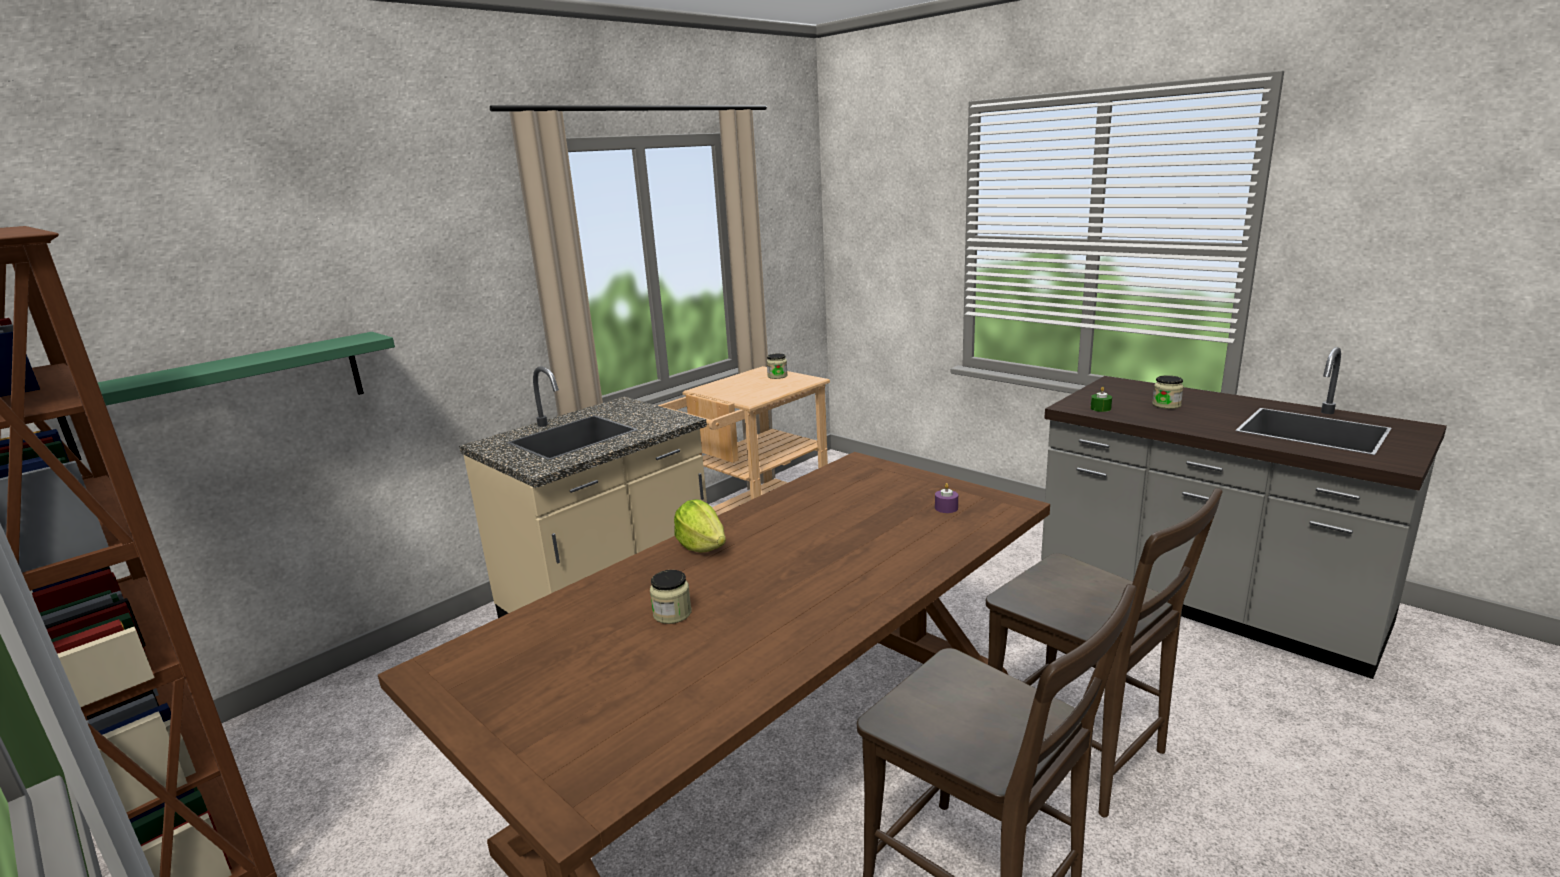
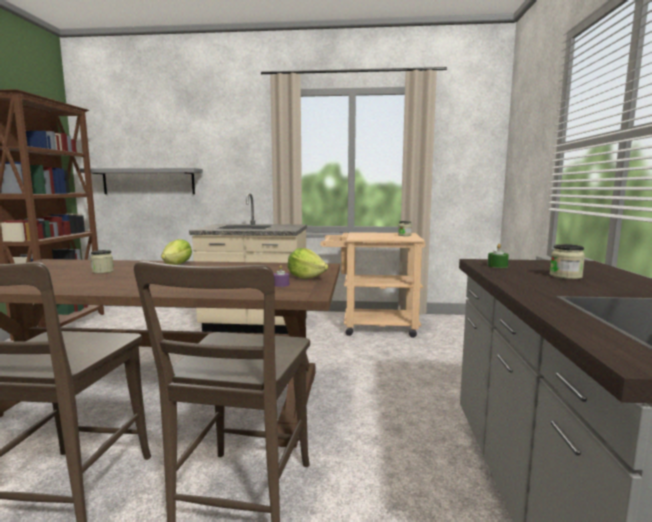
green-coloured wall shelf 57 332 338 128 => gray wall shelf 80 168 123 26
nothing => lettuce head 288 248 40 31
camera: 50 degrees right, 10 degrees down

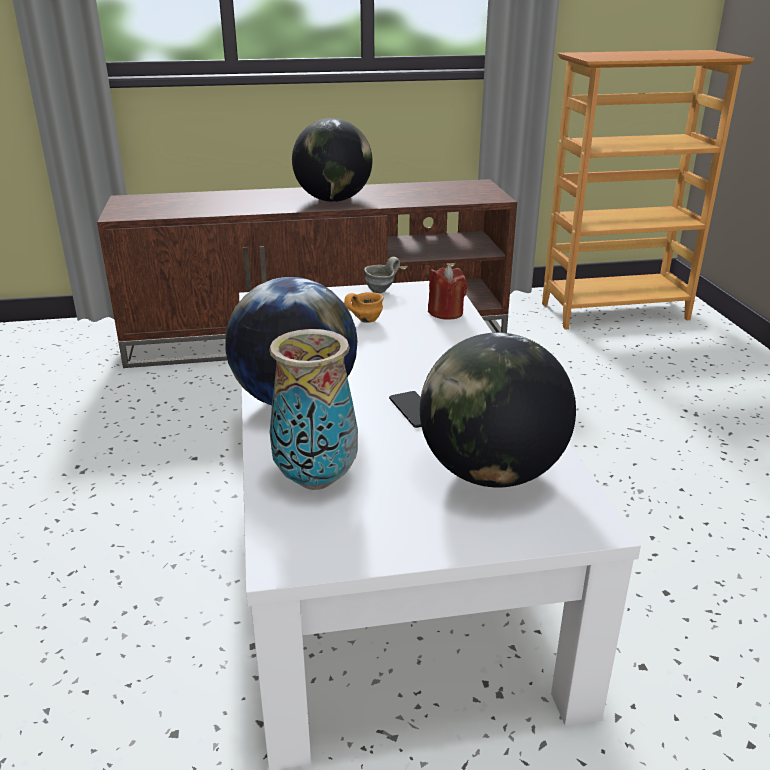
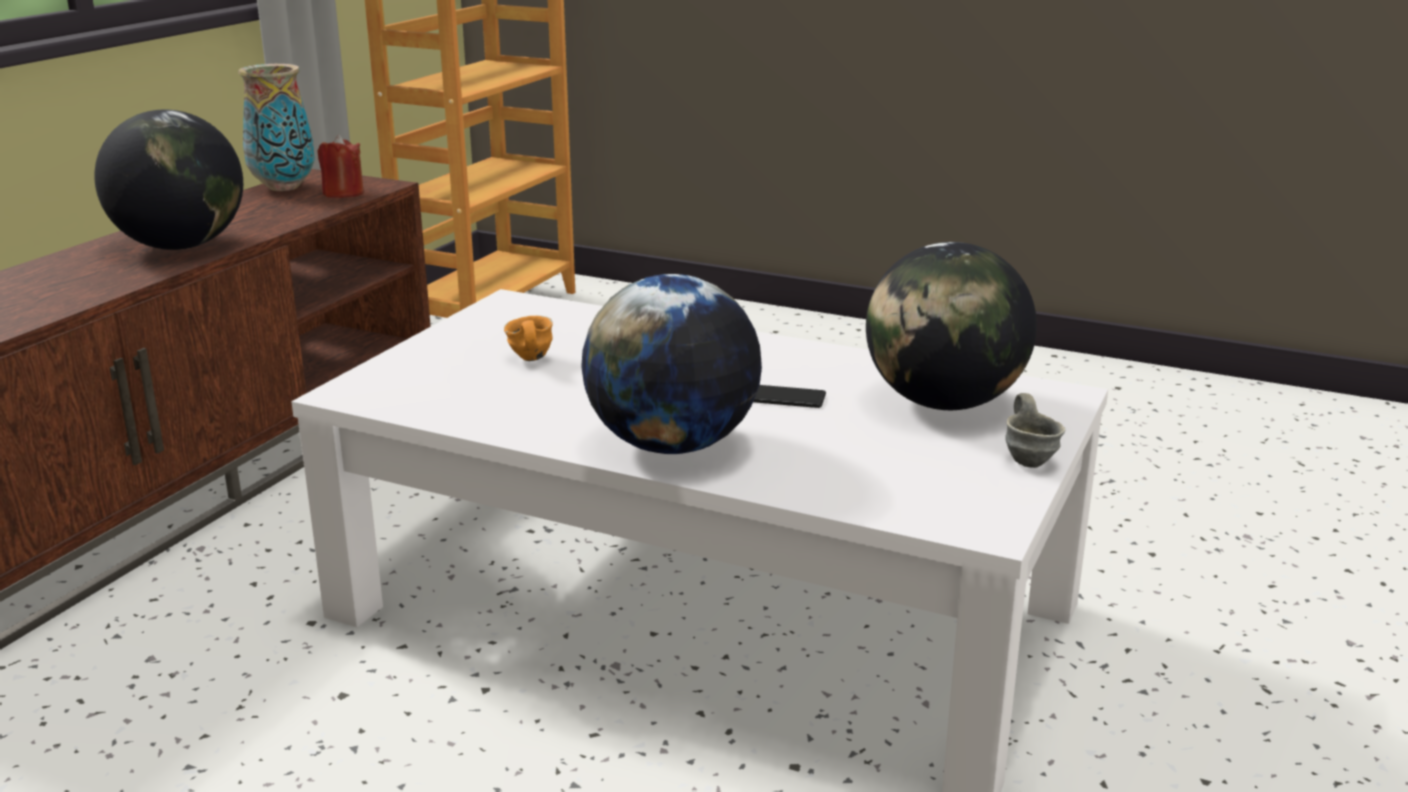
decorative vase 269 329 89 161 => decorative vase 238 64 77 127, shifted
reddish candle 428 266 39 54 => reddish candle 318 135 46 63, shifted
gray coffee mug 364 257 36 36 => gray coffee mug 1006 393 59 75, shifted
camera: 55 degrees left, 5 degrees down

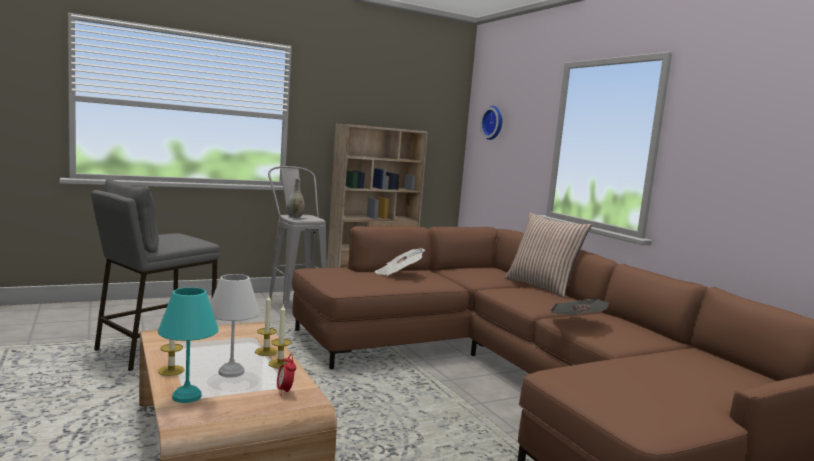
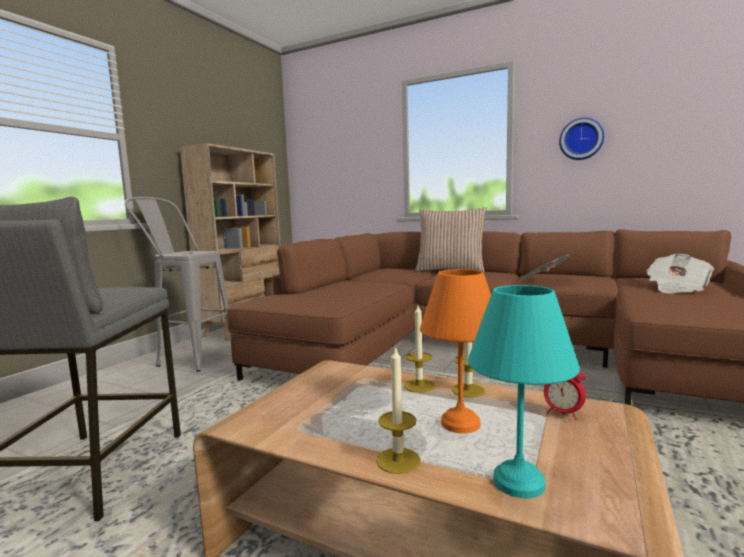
whitish tabletop lamp 210 274 50 104 => orange tabletop lamp 420 269 71 164
clock on the wall 480 106 22 34 => clock on the wall 559 118 45 42, shifted
printed paper 375 248 50 28 => printed paper 646 254 68 40, shifted
gray decorative vase 287 178 18 40 => nothing
camera: 35 degrees left, 0 degrees up

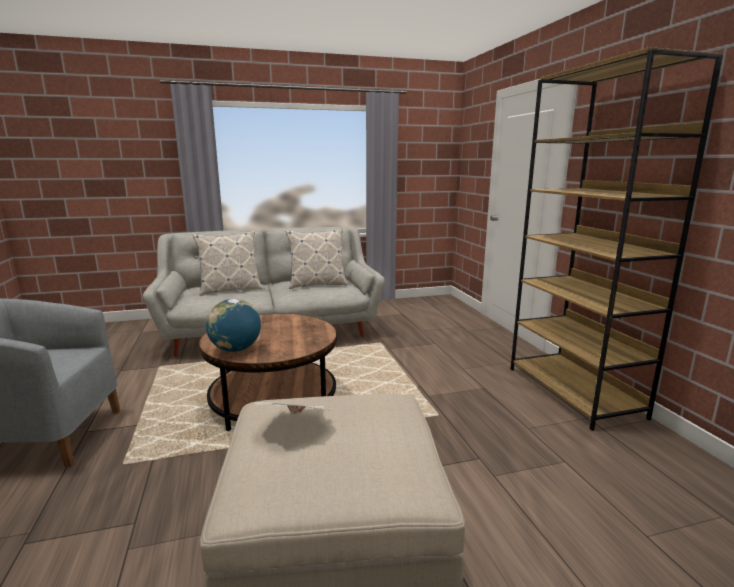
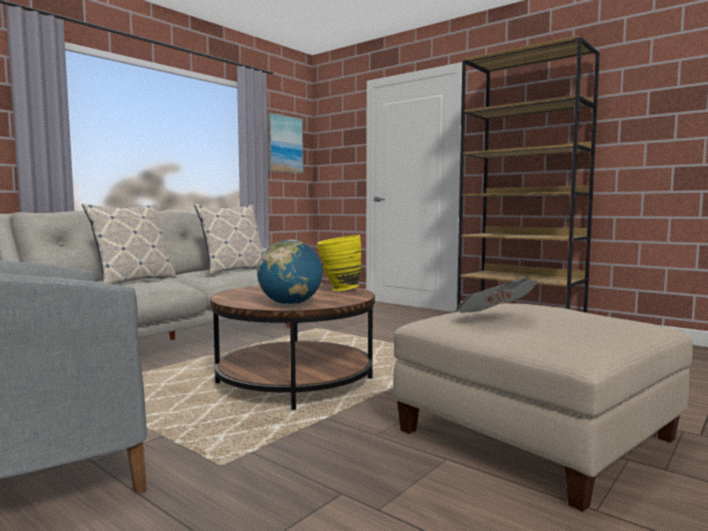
nothing => wall art 267 112 36 62
nothing => yellow decorative vase 317 235 44 56
camera: 35 degrees left, 10 degrees down

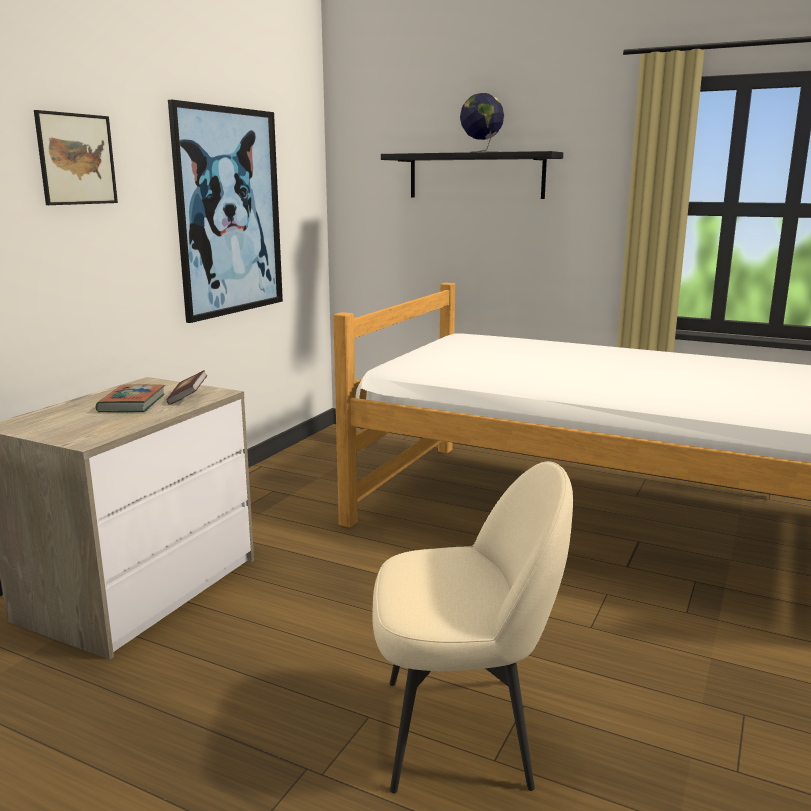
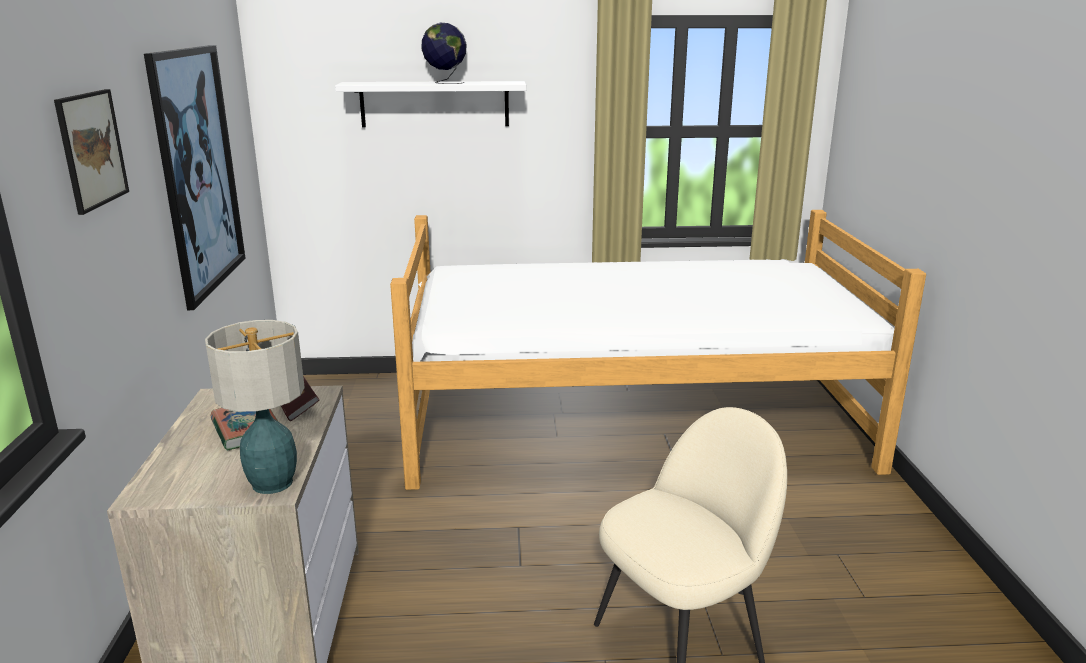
nothing => tabletop lamp 205 320 100 174
black wall shelf 381 151 182 48 => whitish wall shelf 335 81 191 46
camera: 30 degrees left, 5 degrees up

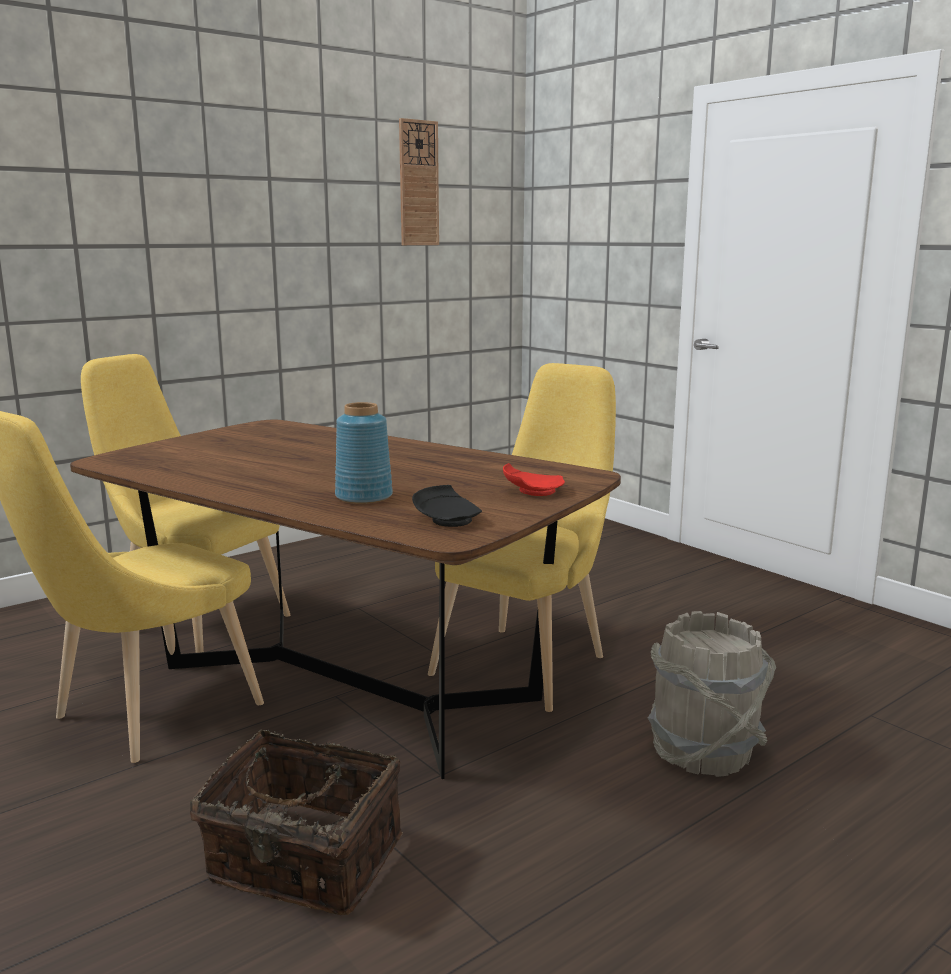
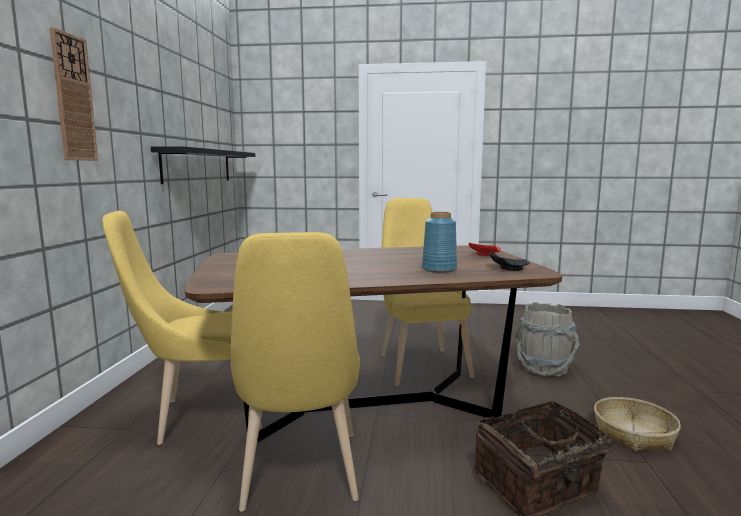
clock on the wall 399 118 40 127 => clock on the wall 50 27 48 134, shifted
nothing => black wall shelf 151 146 104 38
nothing => basket 594 397 87 55
camera: 45 degrees left, 5 degrees down

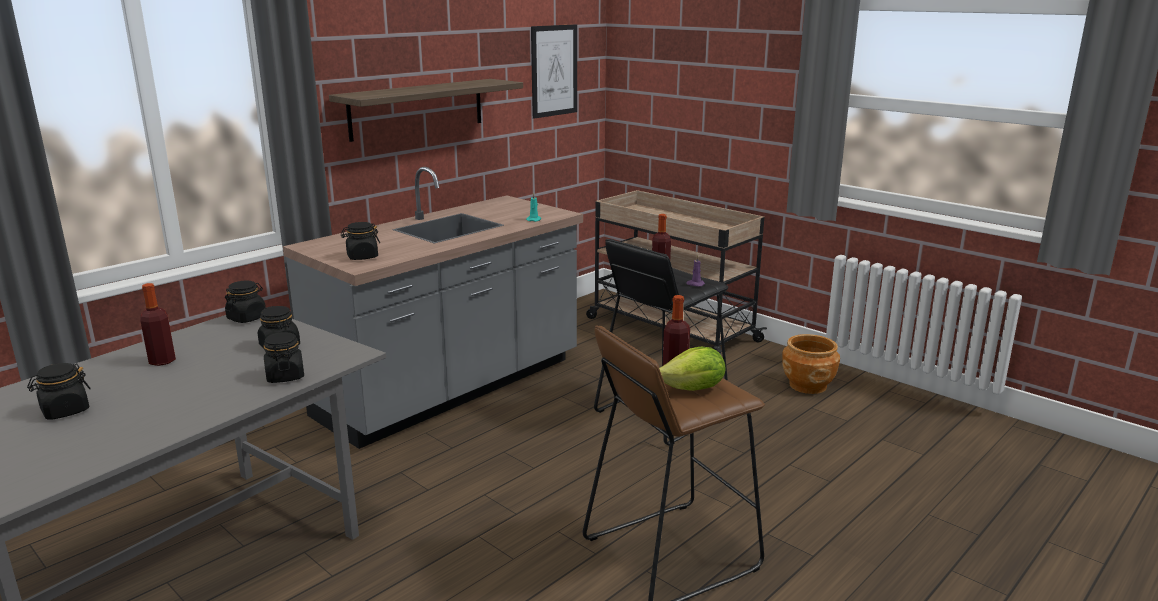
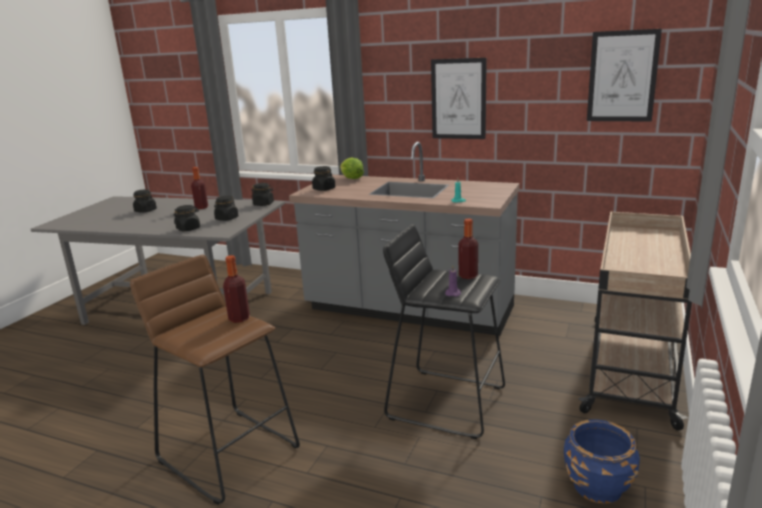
lettuce head 659 347 66 44 => lettuce head 340 158 24 21, shifted
wall shelf 329 79 194 63 => wall art 431 58 56 81
brown flower pot 782 334 58 60 => blue flower pot 564 419 76 84
camera: 70 degrees right, 0 degrees up

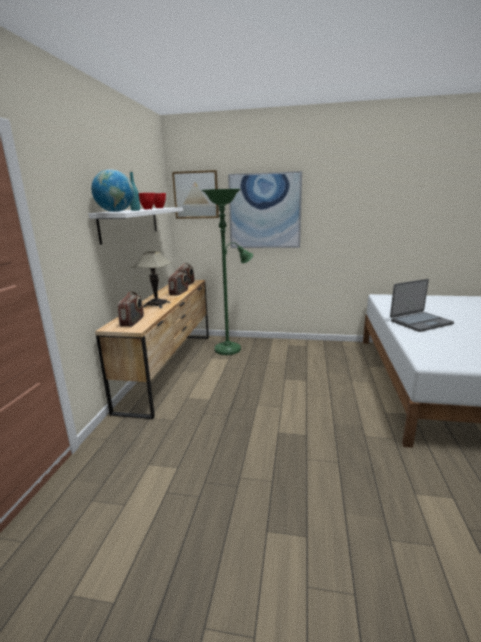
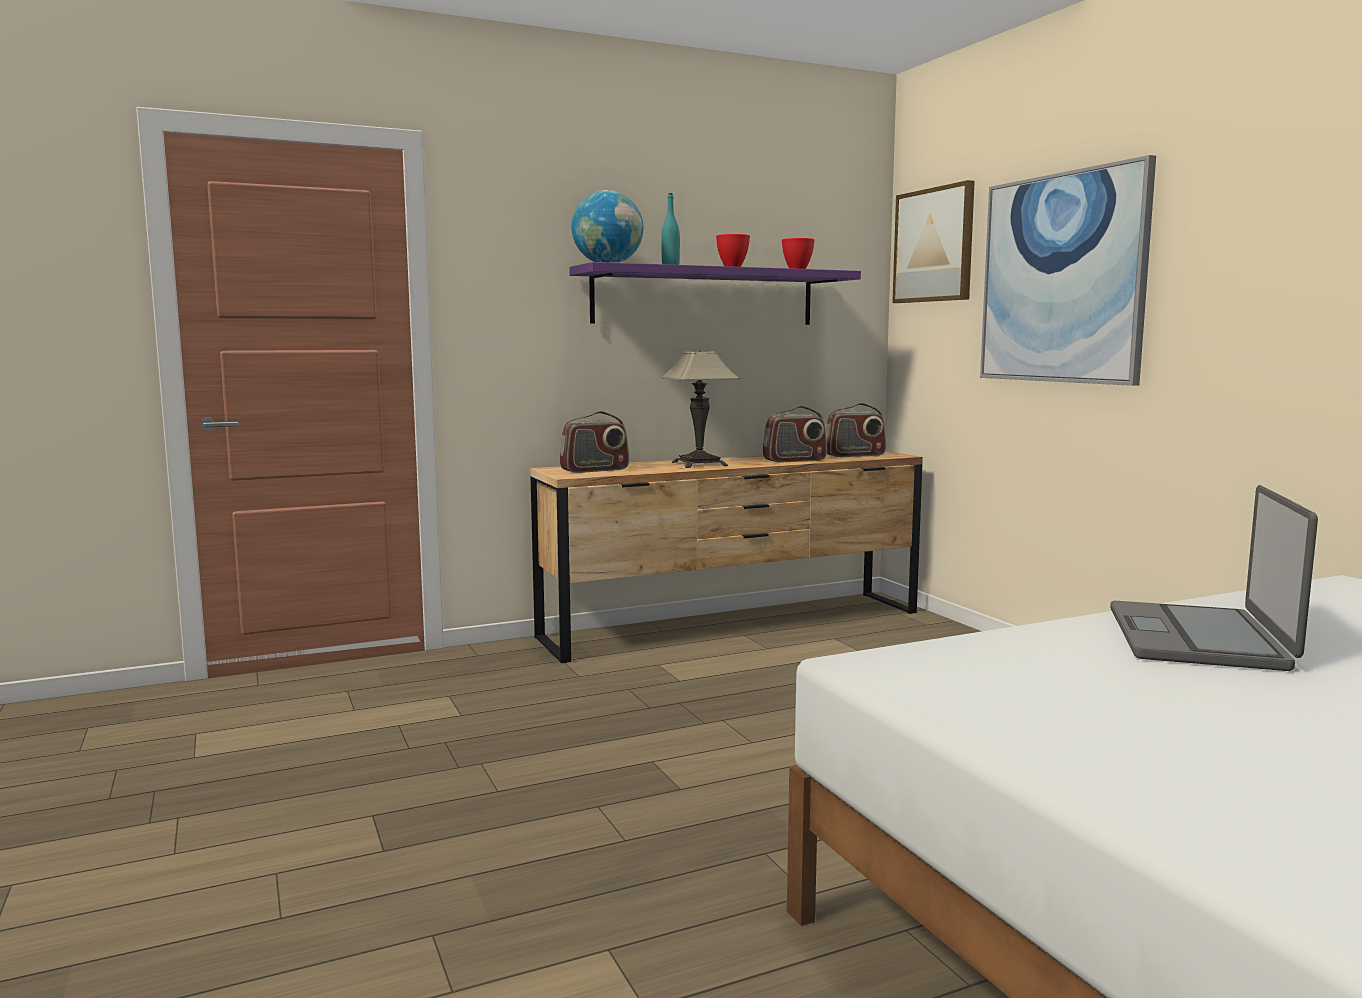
whitish wall shelf 89 207 94 38 => purple-coloured wall shelf 569 262 292 63
laptop 390 279 64 53 => laptop 1110 485 208 186, 75 degrees clockwise
green-coloured standard lamp 201 189 52 166 => nothing
camera: 55 degrees right, 10 degrees down

